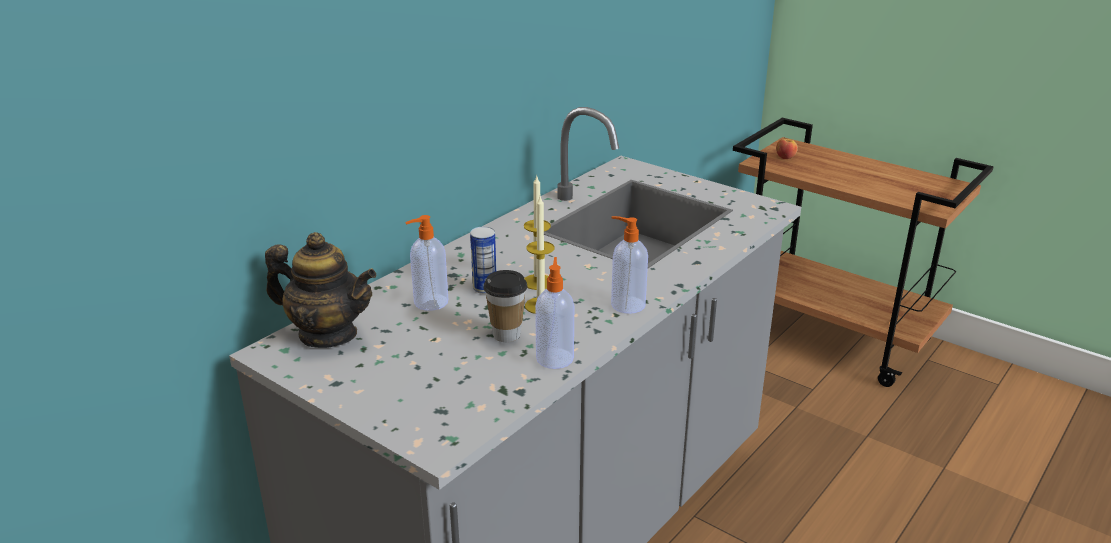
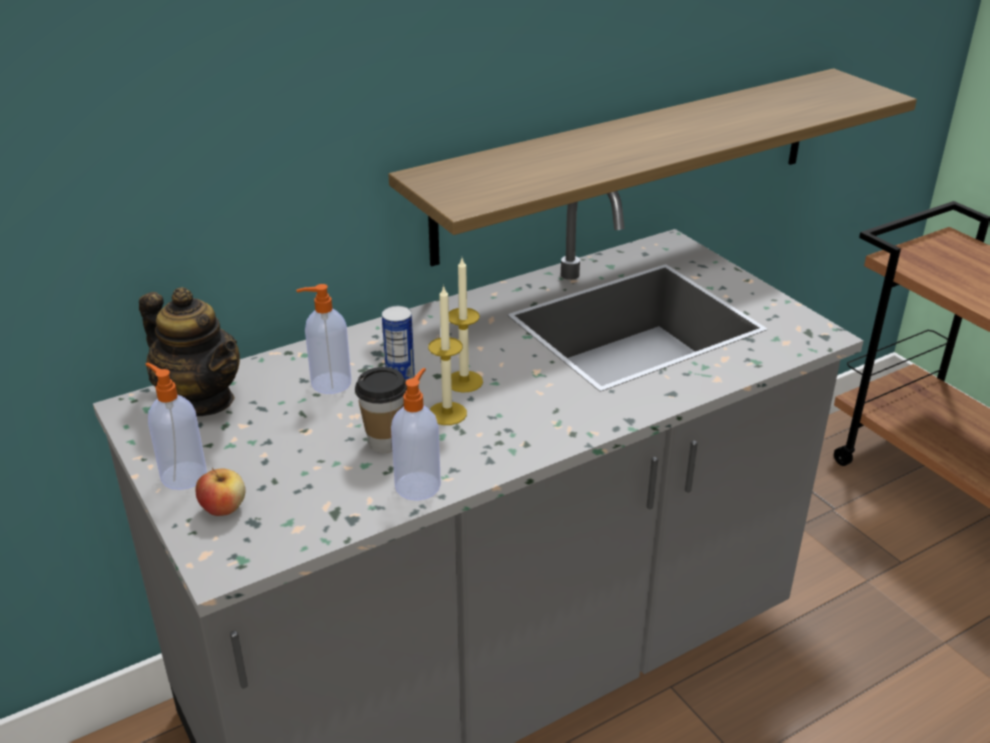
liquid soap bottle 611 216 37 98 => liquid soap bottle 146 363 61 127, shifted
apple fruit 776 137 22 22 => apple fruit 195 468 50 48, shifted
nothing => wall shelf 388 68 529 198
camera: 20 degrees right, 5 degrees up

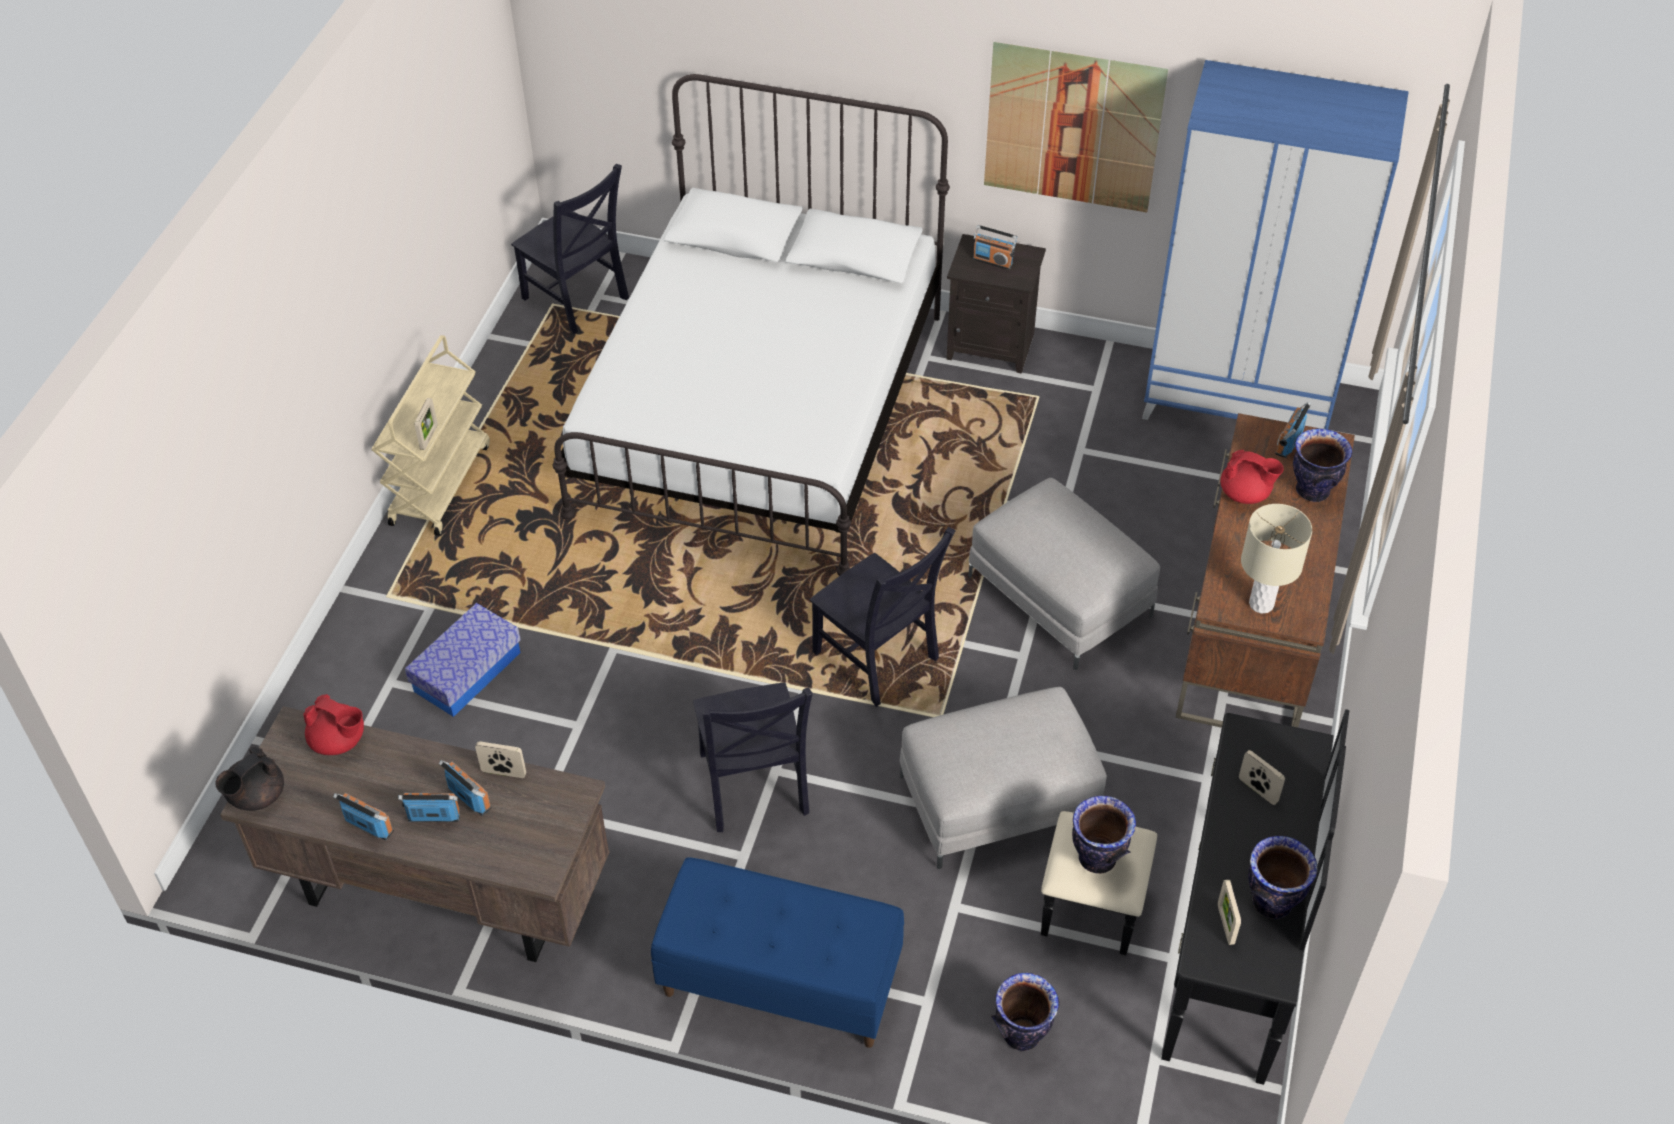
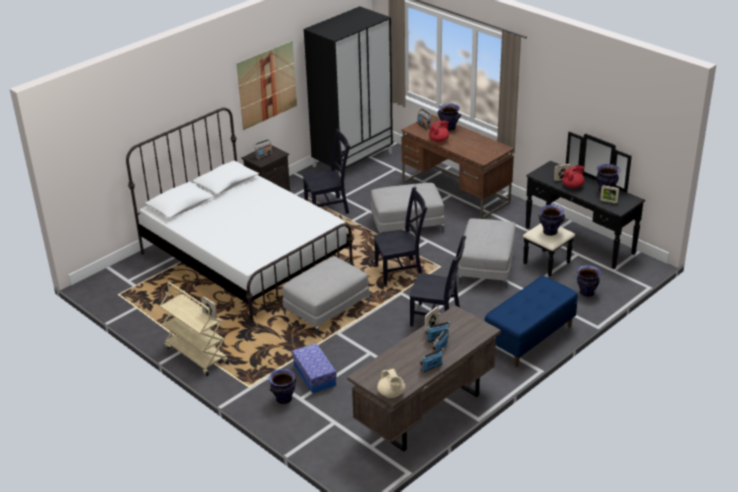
nothing => decorative vase 269 369 27 35
nothing => gray footrest 282 256 87 79
black chair 511 164 118 170 => black chair 303 129 47 85, shifted
blue clothes cupboard 1142 60 267 369 => black clothes cupboard 304 6 89 171
black pot for tea 215 747 69 64 => beige-coloured pot for tea 377 369 28 29
reddish pot for tea 303 694 61 61 => reddish pot for tea 562 165 23 23, shifted
beige-coloured tabletop lamp 1241 504 71 110 => nothing
camera: 60 degrees left, 15 degrees down

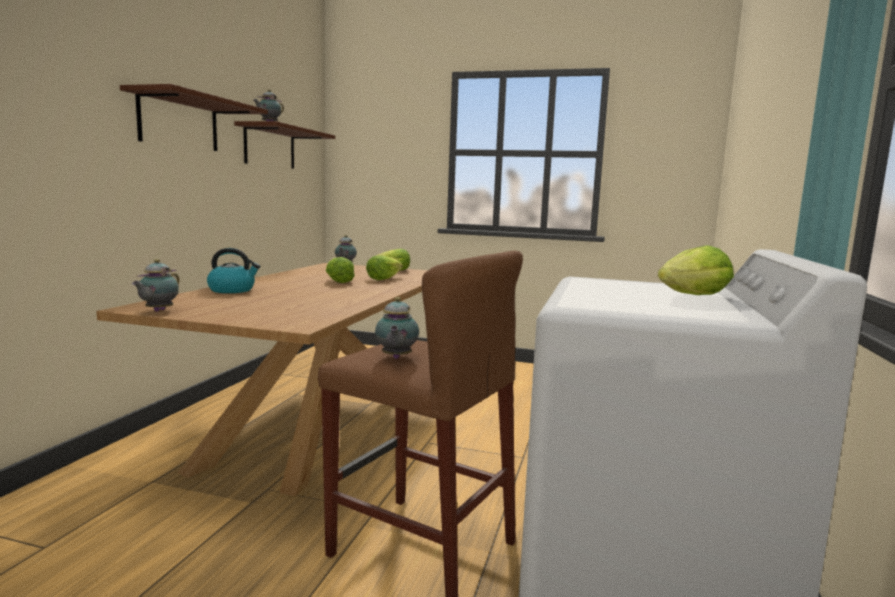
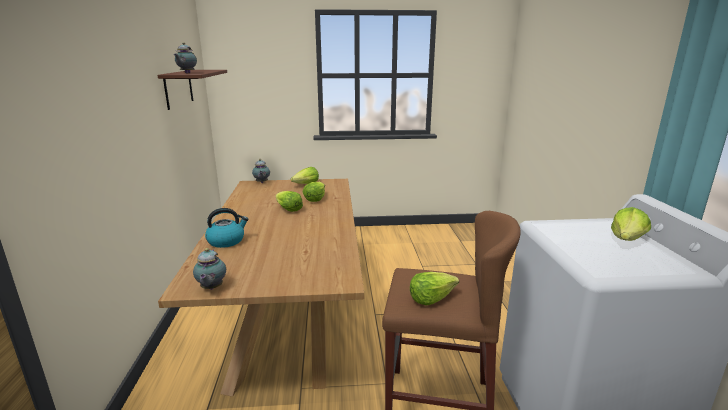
pot for tea 375 297 44 62 => lettuce head 410 272 49 33
brown wall shelf 120 84 148 67 => nothing
camera: 20 degrees left, 10 degrees up

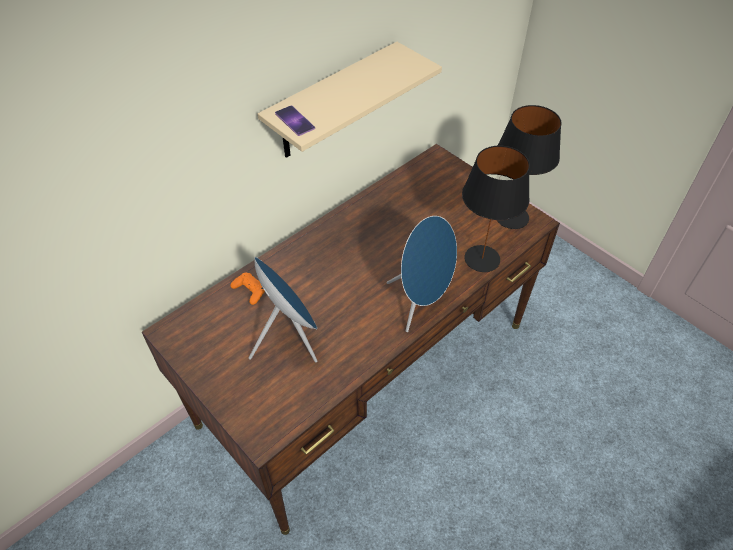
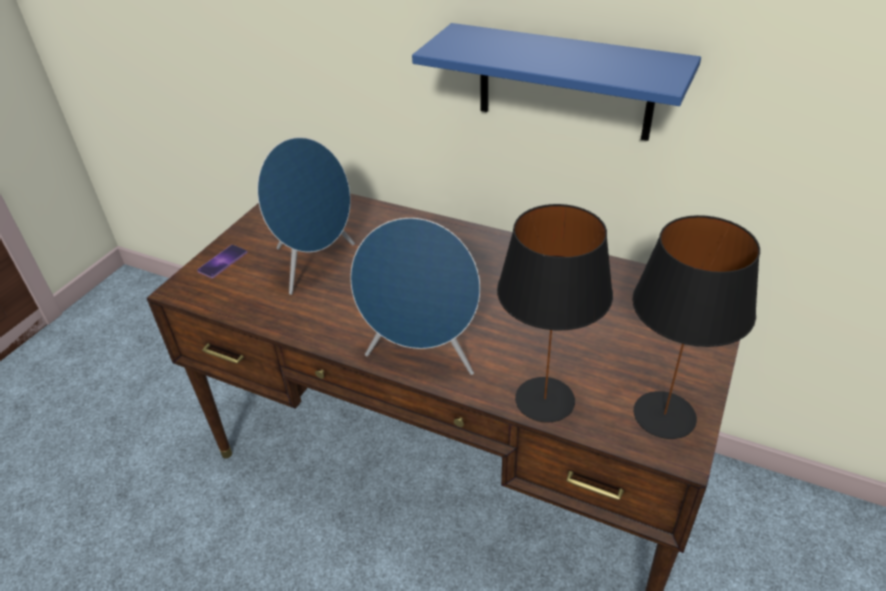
phone 275 105 40 31 => phone 197 245 50 33, shifted
beige-coloured wall shelf 258 42 184 116 => blue wall shelf 412 23 289 118
orange game controller 230 272 35 33 => nothing
camera: 70 degrees right, 10 degrees down

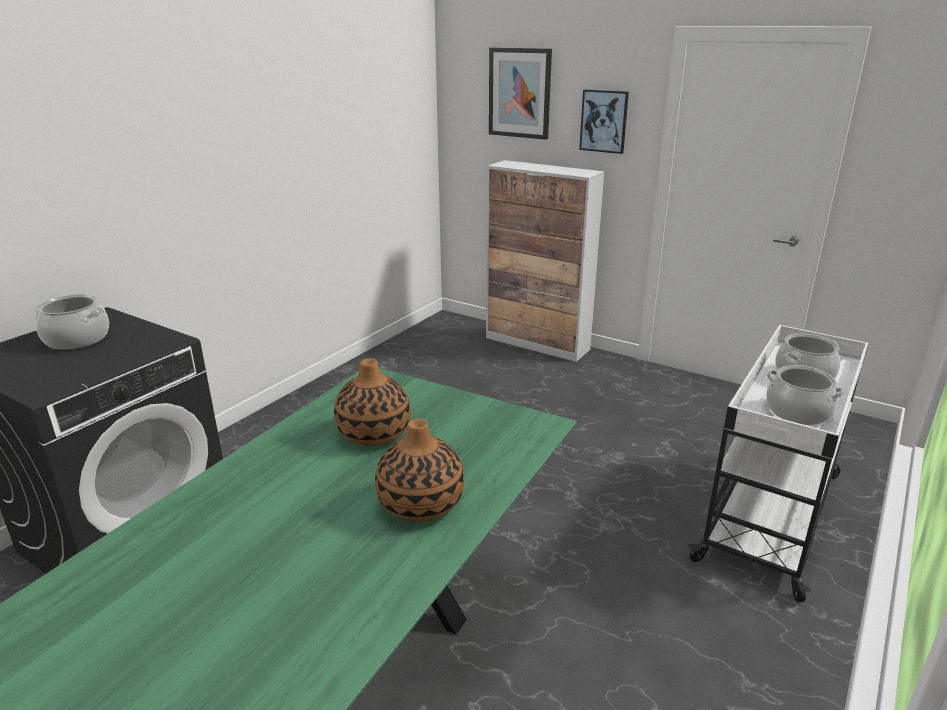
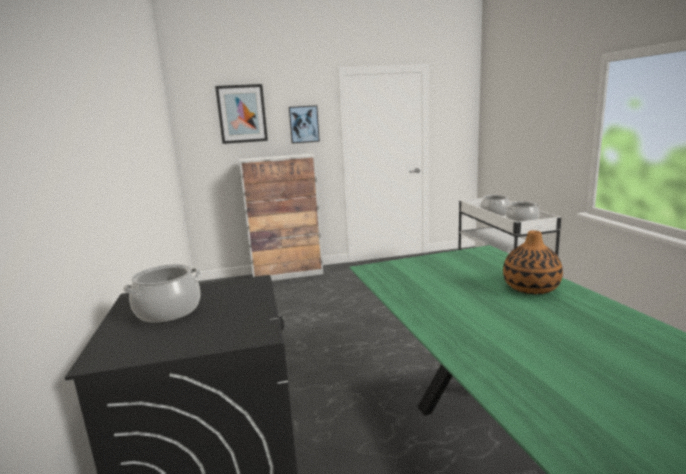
decorative vase 334 358 77 88 => nothing
camera: 45 degrees left, 10 degrees down

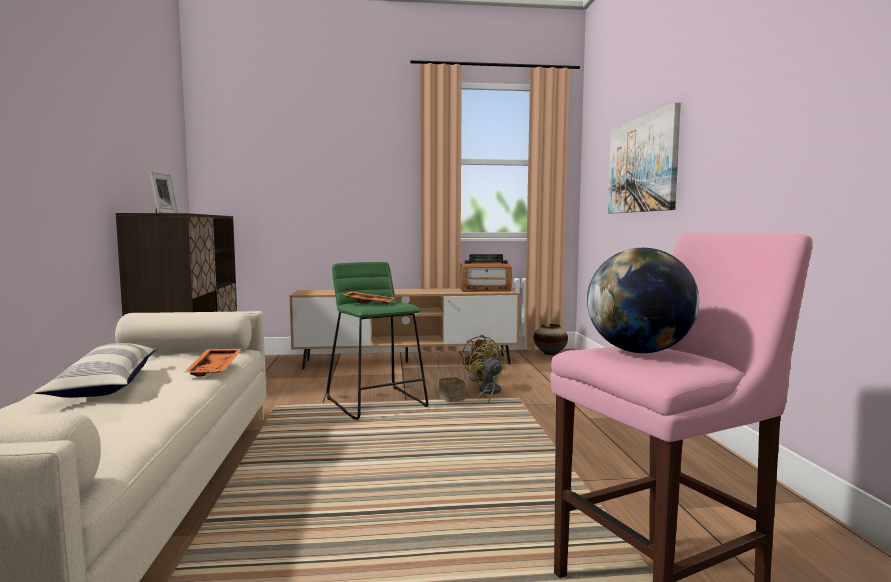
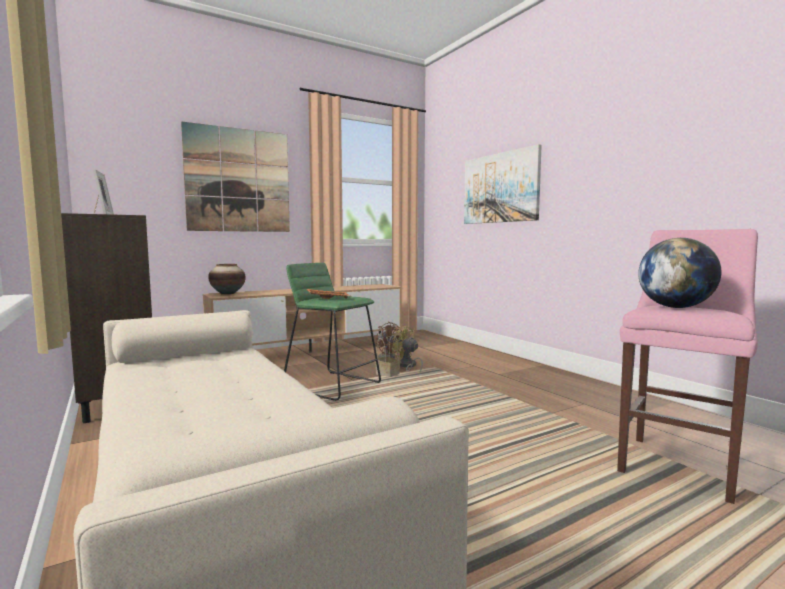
nothing => wall art 181 121 109 111
decorative vase 534 324 34 31 => decorative vase 208 264 38 31, shifted
throw pillow 34 343 122 55 => nothing
orange carrying tray 184 348 57 29 => nothing
radio receiver 460 254 52 38 => nothing
camera: 25 degrees left, 0 degrees up

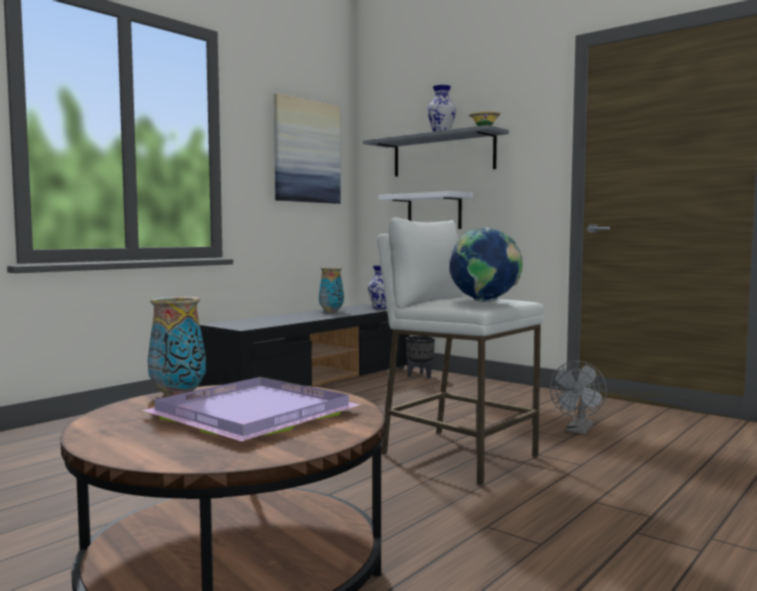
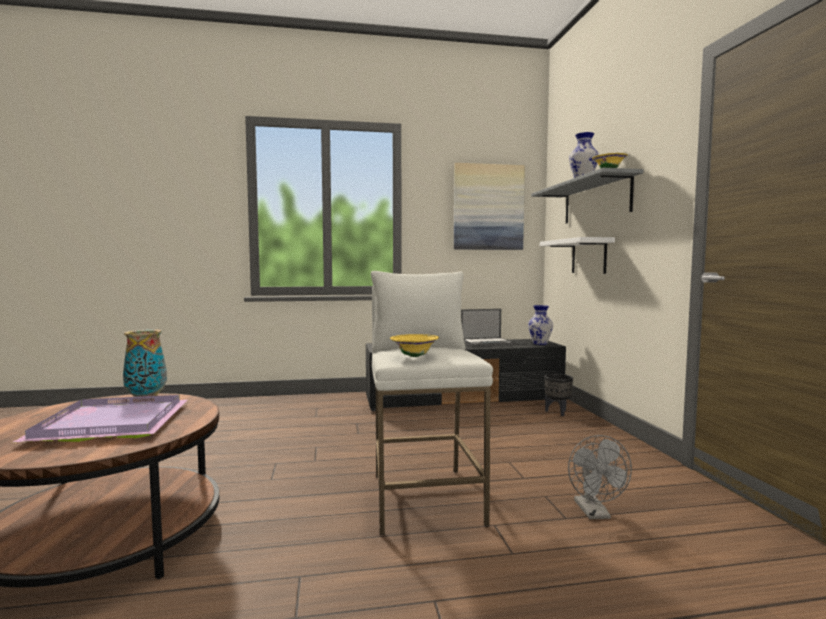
desk globe 449 227 74 75 => yellow serving bowl 390 334 49 23
decorative vase 319 267 25 45 => laptop 461 309 54 38
gray fan 550 361 57 73 => gray fan 568 435 64 84, 75 degrees counterclockwise
camera: 40 degrees right, 0 degrees up

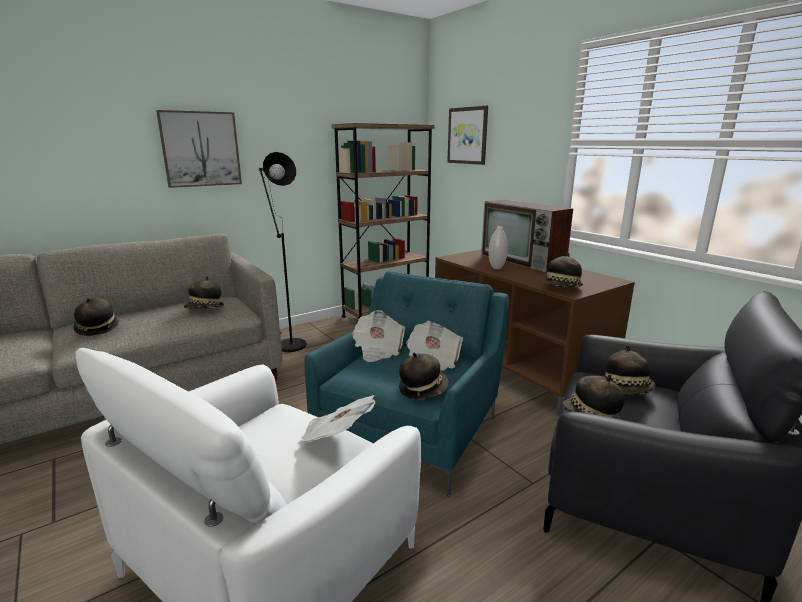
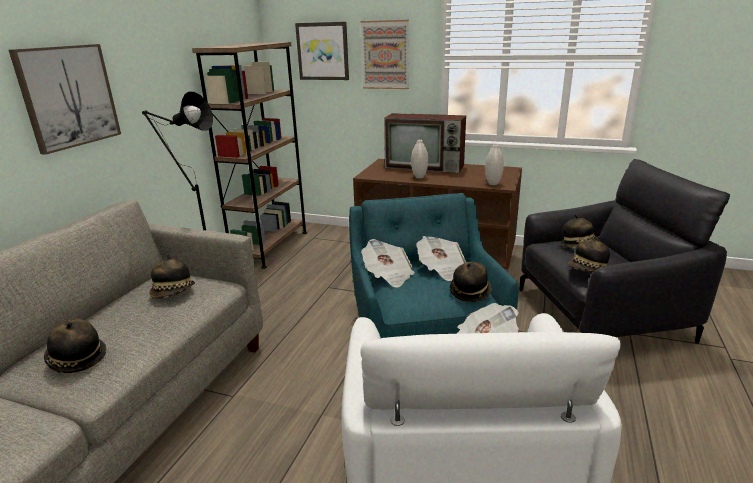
nothing => wall art 360 20 49 69
wearable hat 542 252 41 36 => whitish decorative vase 485 144 19 41
camera: 35 degrees left, 5 degrees up

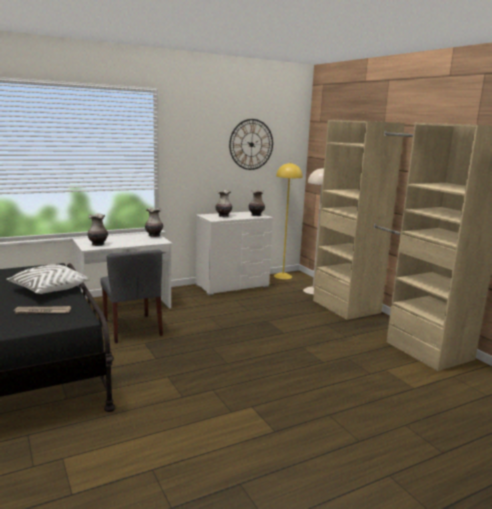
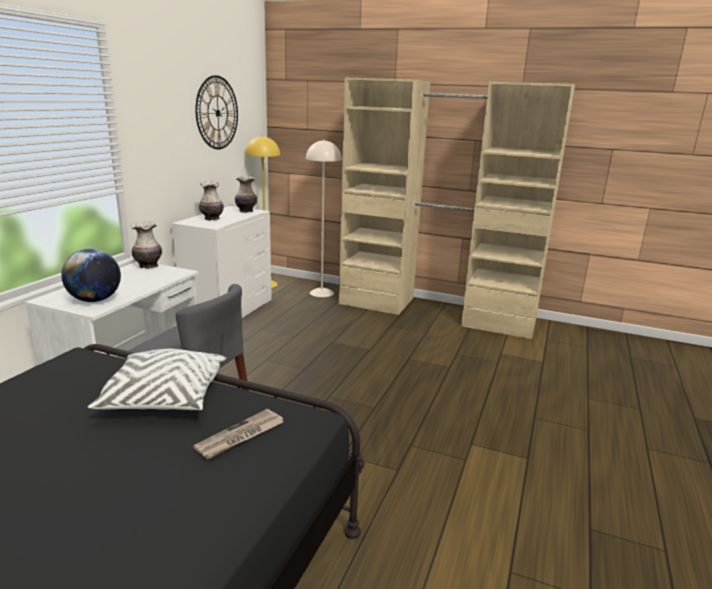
decorative vase 87 214 21 32 => desk globe 61 249 60 53
camera: 40 degrees left, 5 degrees up

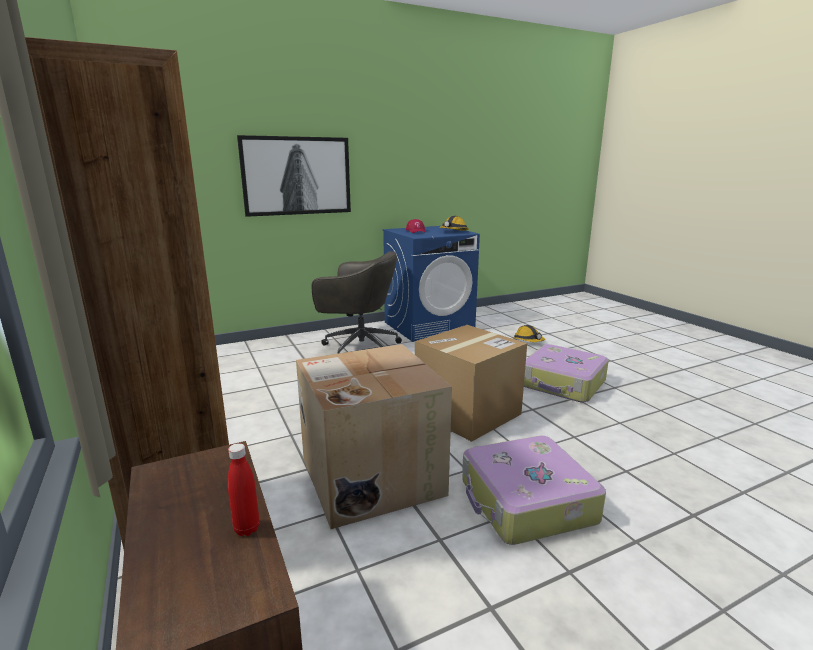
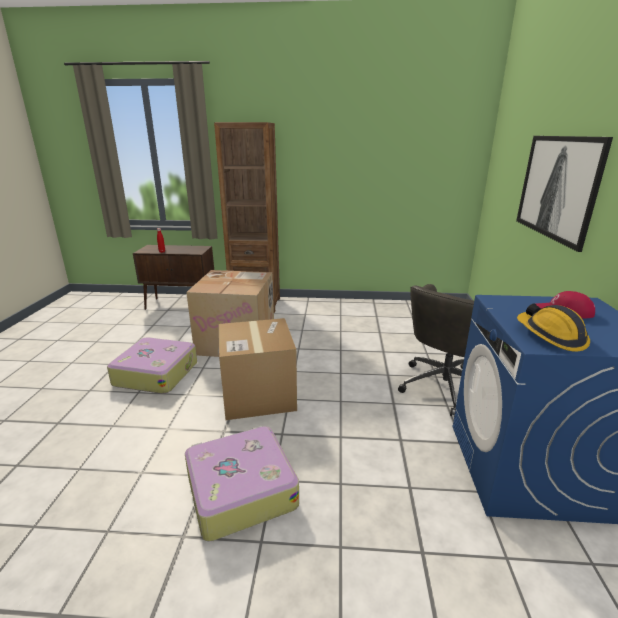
hard hat 513 325 32 17 => nothing
camera: 120 degrees right, 5 degrees up

